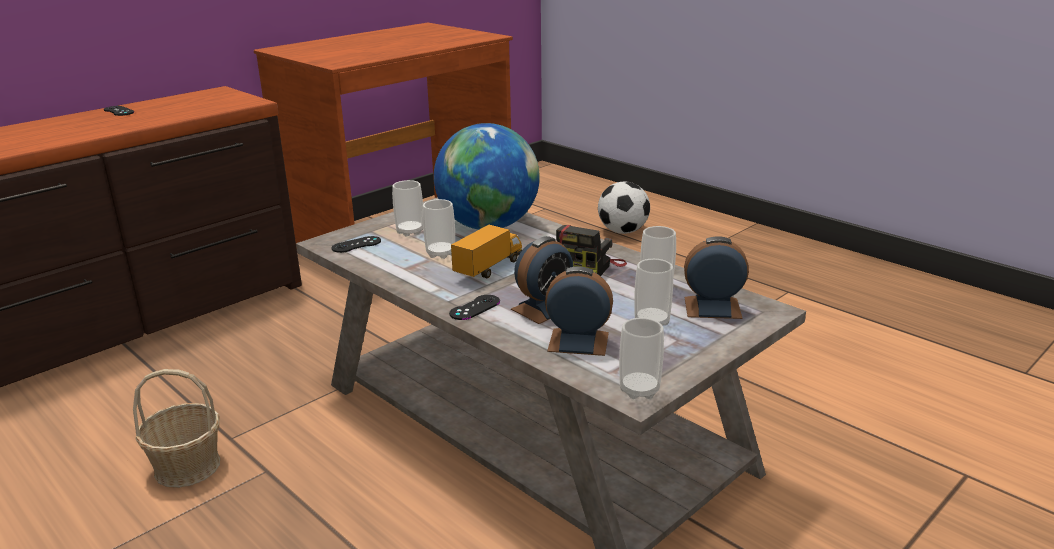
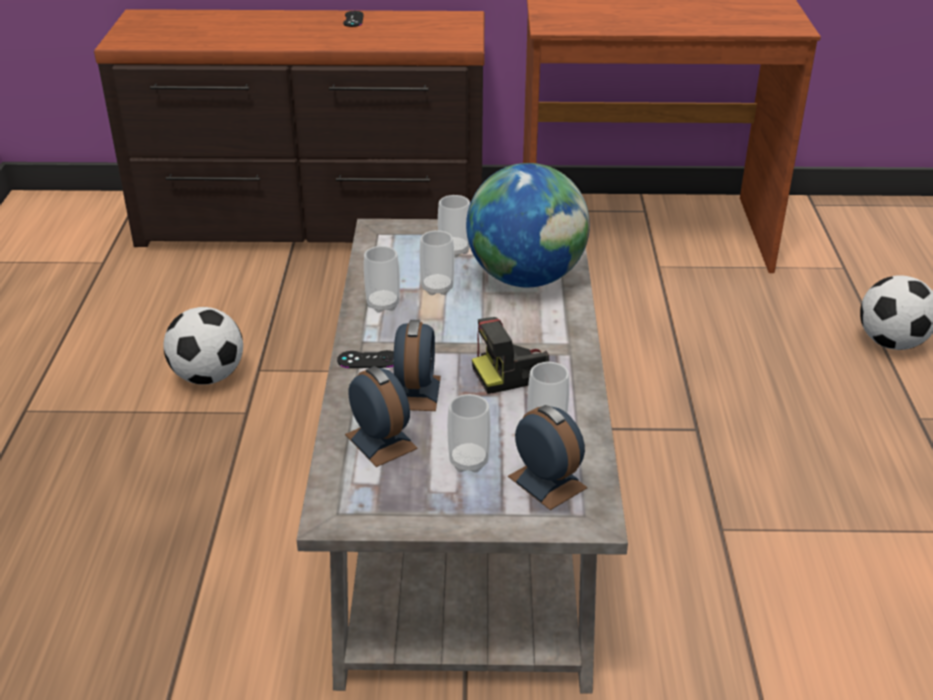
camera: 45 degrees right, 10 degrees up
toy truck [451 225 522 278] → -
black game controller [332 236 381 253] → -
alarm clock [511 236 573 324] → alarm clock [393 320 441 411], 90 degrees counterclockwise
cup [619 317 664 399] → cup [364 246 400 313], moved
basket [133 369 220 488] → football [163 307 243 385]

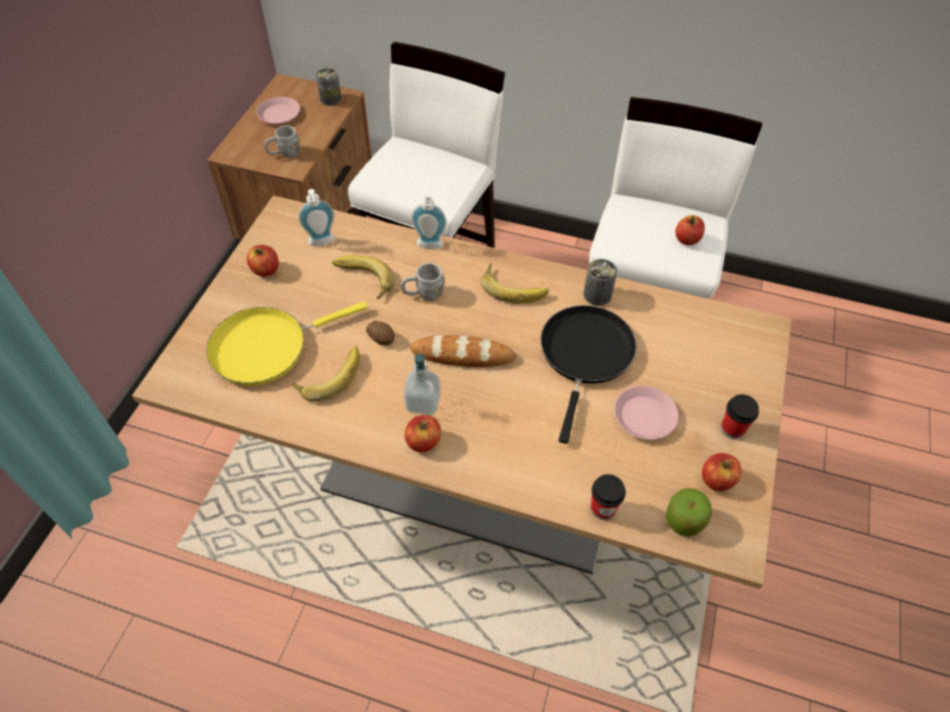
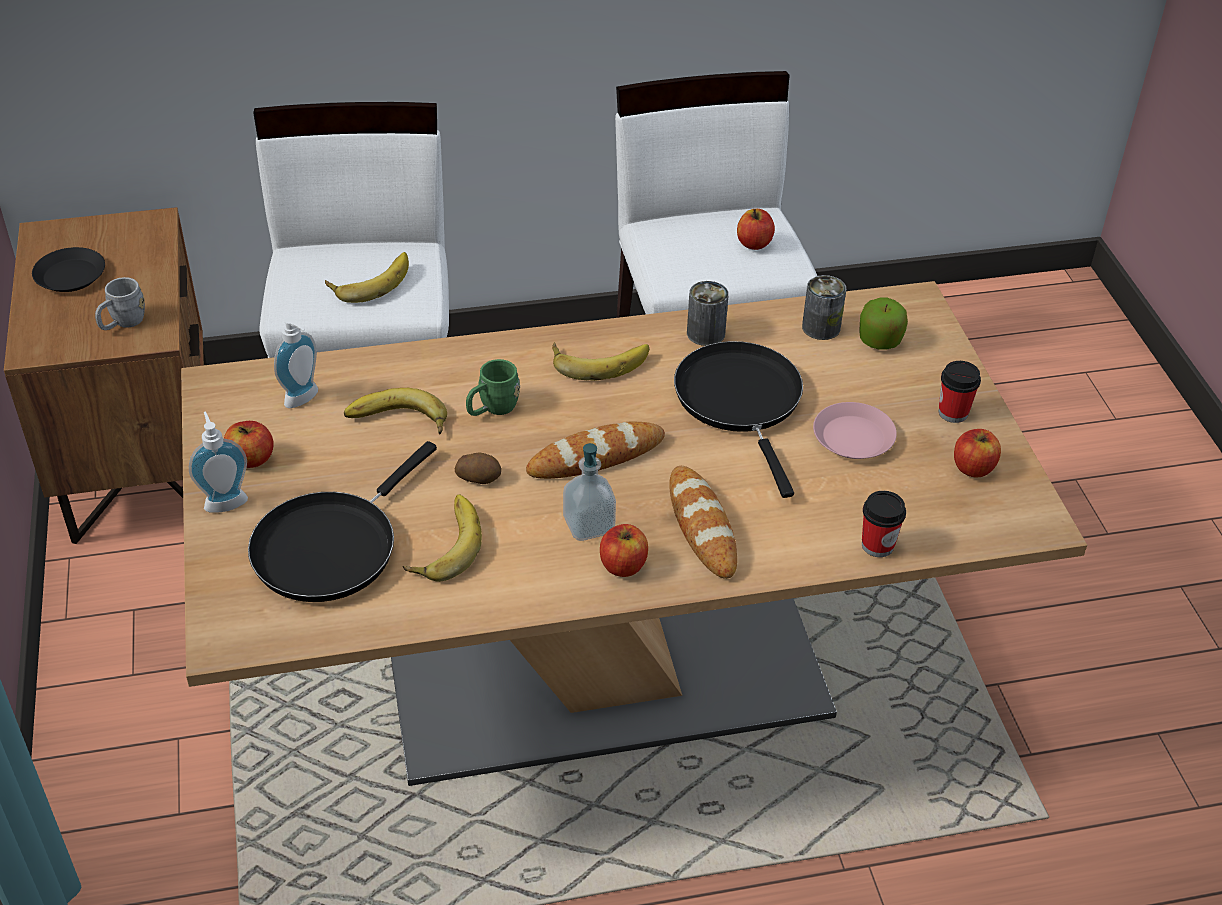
camera: 30 degrees left, 10 degrees down
can [316 68 342 106] → can [802 275 846 340], moved
pink plate [256 97 300 125] → black plate [32 247 105 292]
soap dispenser [411 186 447 249] → soap dispenser [189 412 248 513], moved
grey mug [401 263 445 301] → green mug [466 359 520 416]
yellow frying pan [206 301 368 386] → black frying pan [248 441 437 602]
apple [666 488 712 537] → apple [860 297 908 350], moved
- → banana [325 252 409 303]
- → bread [669 466 737 579]

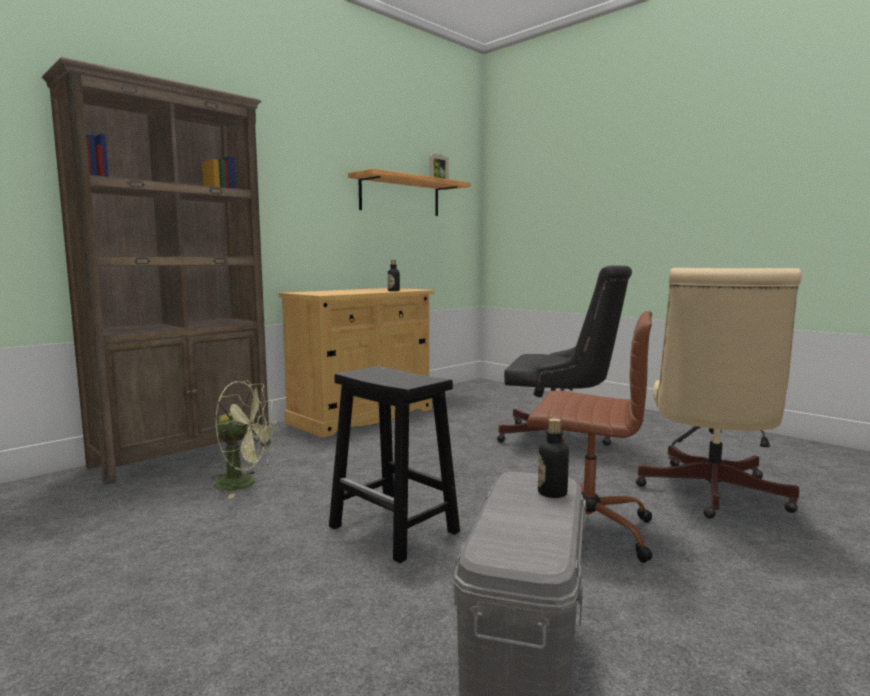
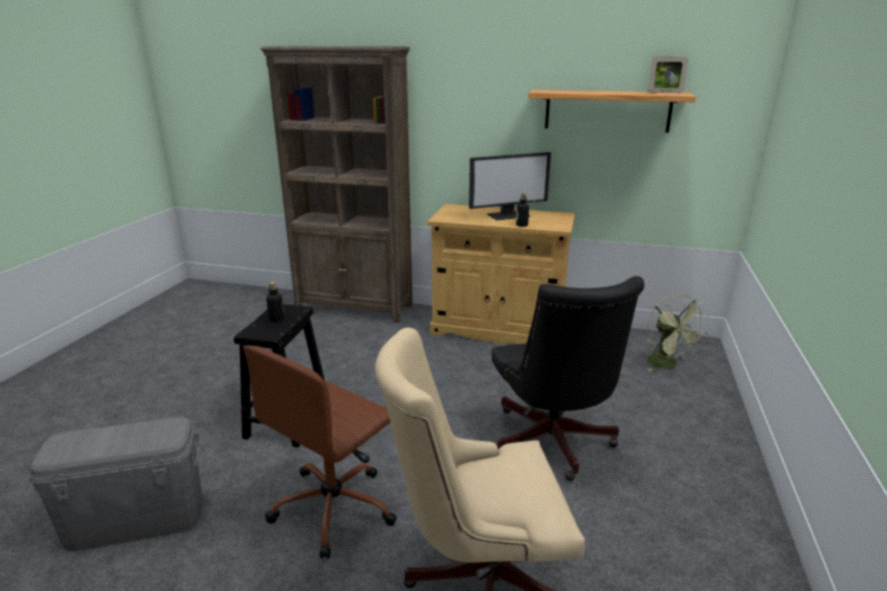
camera: 60 degrees right, 15 degrees up
brown office chair [527 311 652 563] → brown office chair [243 346 397 559], 45 degrees clockwise
green fan [211 380 280 498] → green fan [647 294 709 371], moved
bottle [538 418 569 498] → bottle [266 282 284 322], moved
- → monitor [469 152 551 220]

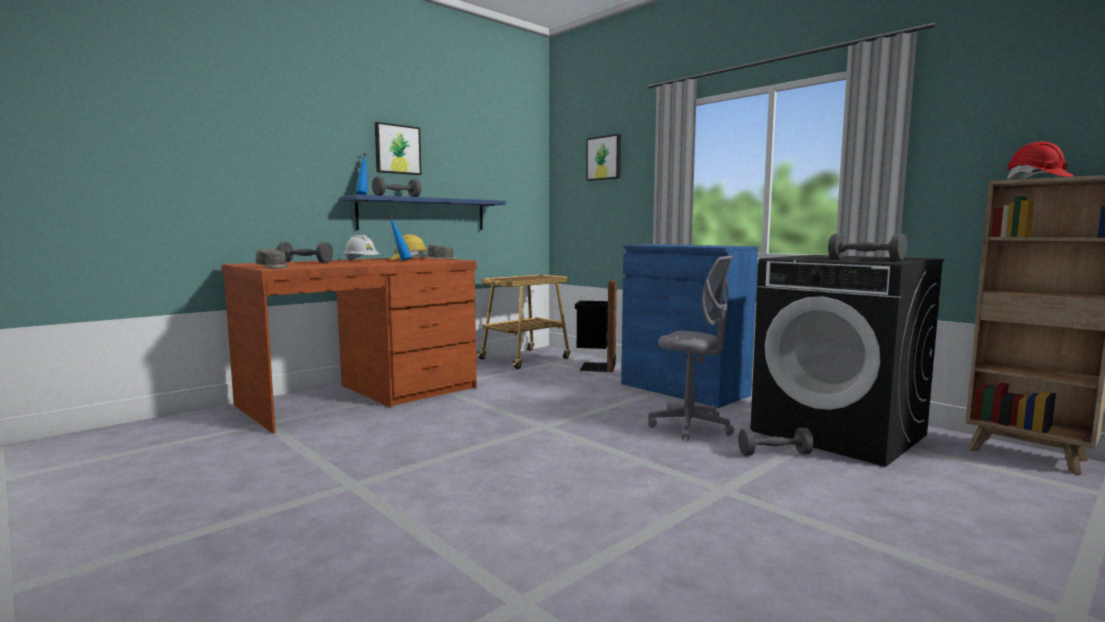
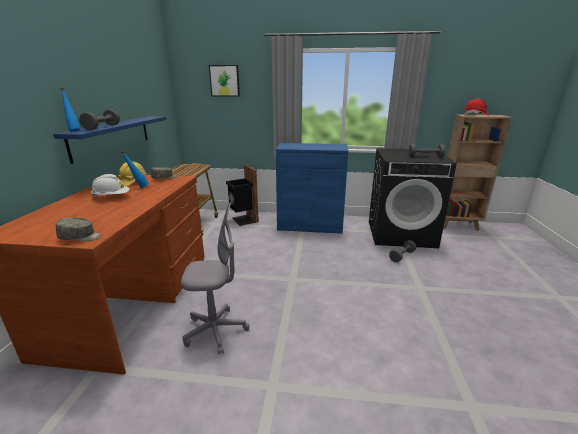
camera: 40 degrees left, 15 degrees up
picture [375 122 421 175] → -
grey dumbbell [276 242 333 263] → -
grey office chair [648 256 734 441] → grey office chair [181 202 249 355], moved

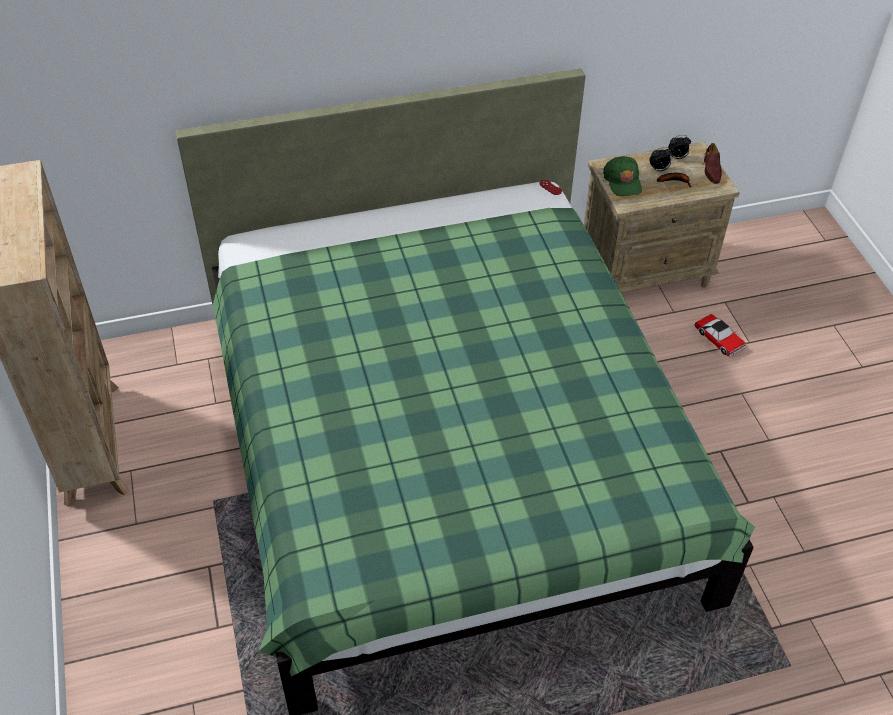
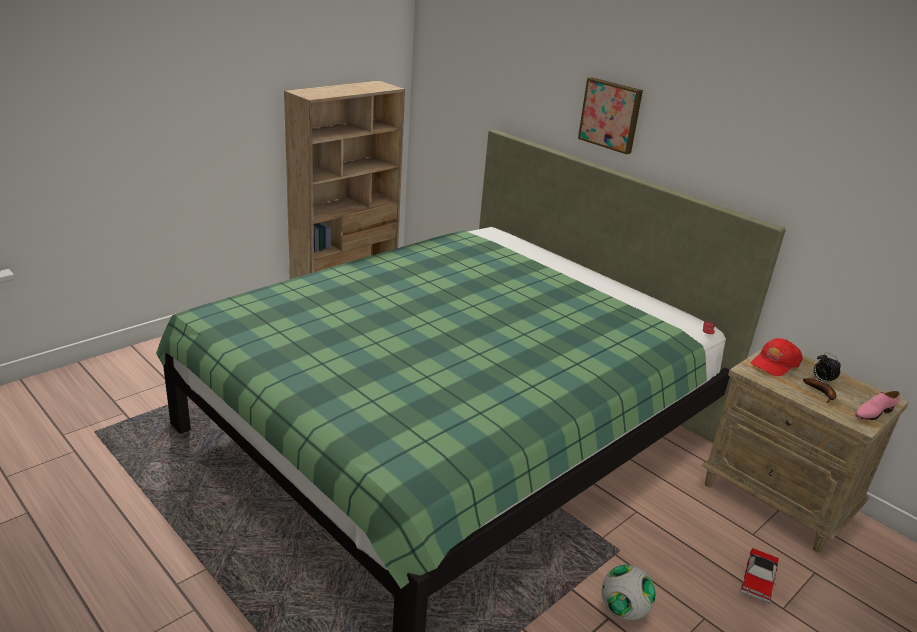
camera: 60 degrees right, 20 degrees down
alarm clock [668 135 691 159] → -
brown shoe [704 143 722 184] → pink shoe [855 391 900 420]
green cap [603 156 642 196] → red cap [751 338 803 376]
- → picture [578 77 643 154]
- → football [602 565 656 621]

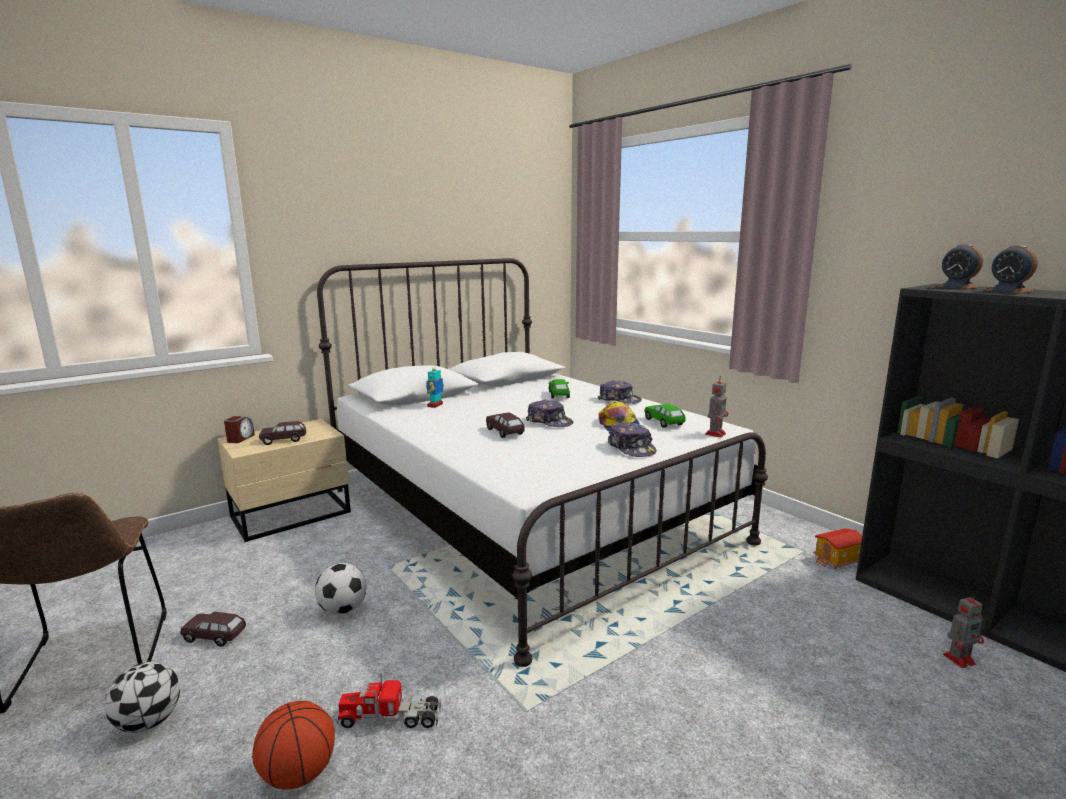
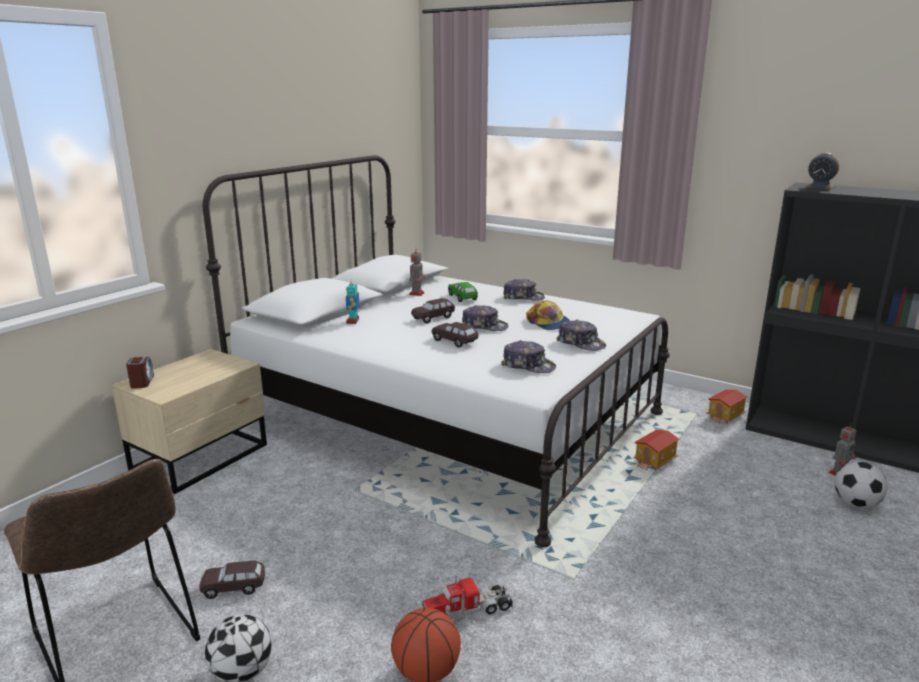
camera: 20 degrees left, 5 degrees up
alarm clock [985 245 1038 293] → -
toy robot [705 376 729 438] → toy robot [409 248 425 296], moved
green toy car [644 404 685 428] → -
brown toy car [259 421 306 445] → brown toy car [411 298 455 324], moved
football [315 563 367 615] → football [835 461 887 508], moved
- → cap [501 340 556 373]
- → toy house [633 430 679 471]

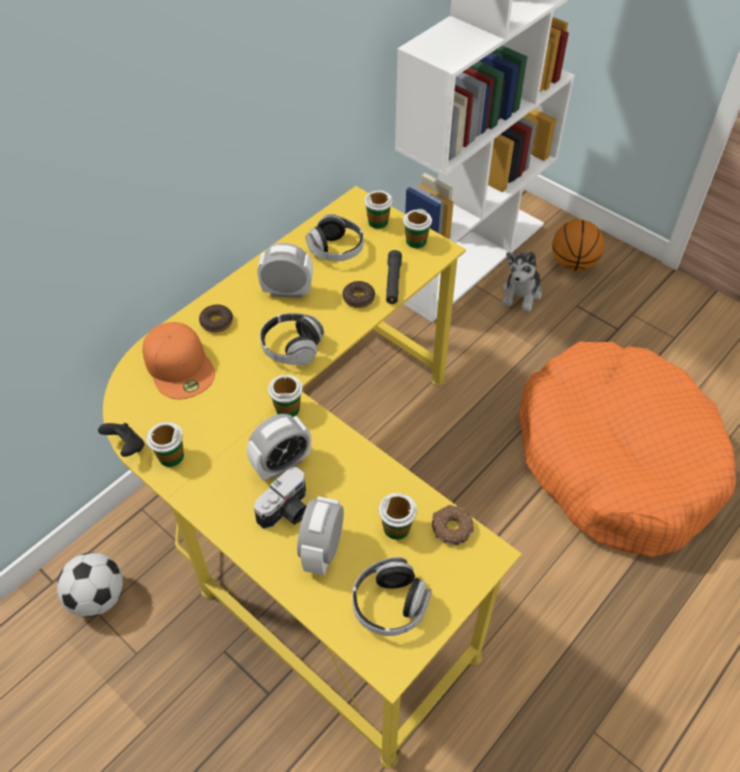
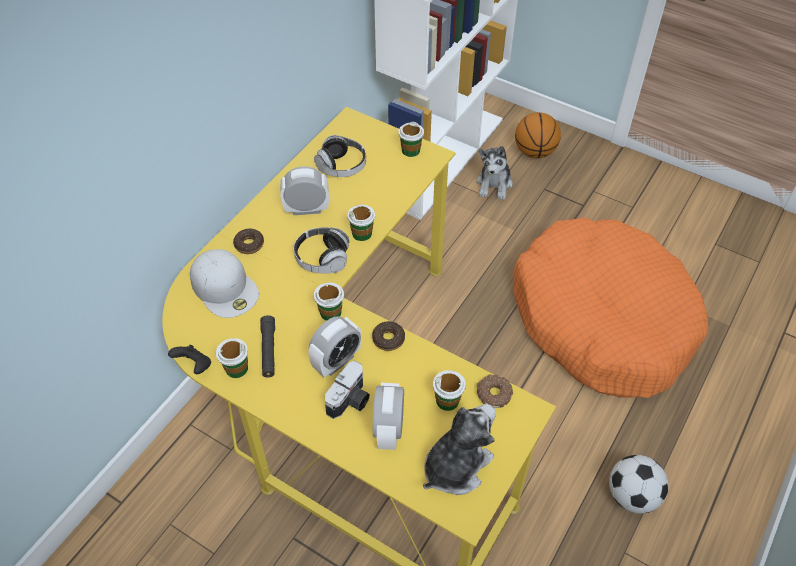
camera: 10 degrees left, 0 degrees up
cup [364 190 393 229] → cup [347 205 375 241], moved
black flashlight [386 250 402 304] → black flashlight [260 315 275 378], moved
donut [342 281 375 308] → donut [372 321 405 351], moved
orange cap [142 322 215 399] → white cap [190 249 259 318]
football [57 553 123 617] → football [609 455 669 514], moved
headphones [352 557 432 636] → plush toy [423 404 496 495]

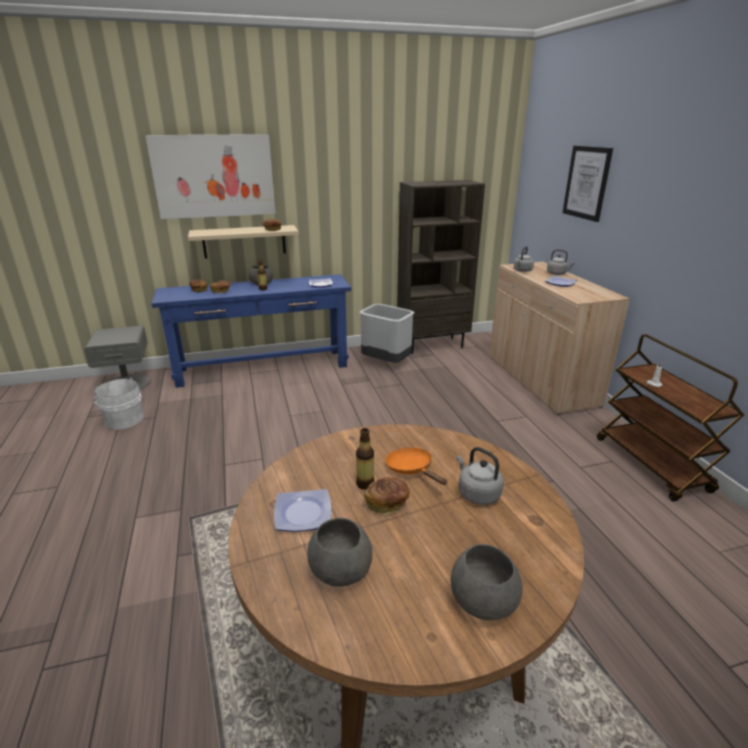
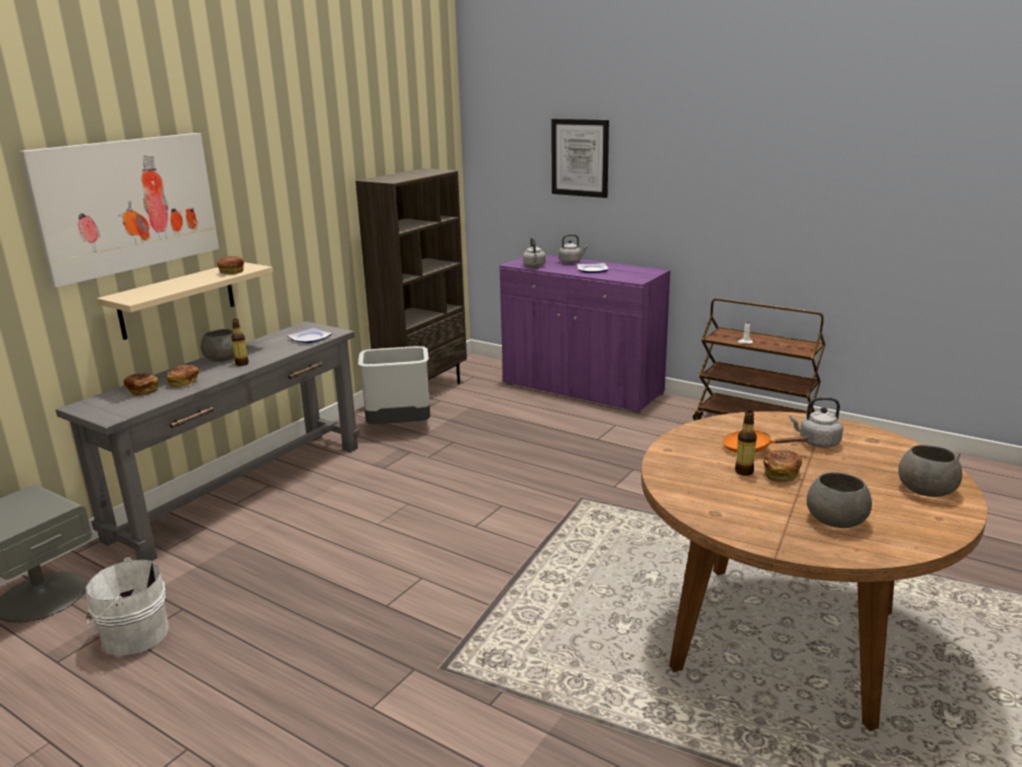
camera: 40 degrees left, 5 degrees down
beige cabinet [489 262 630 415] → purple cabinet [499 255 671 414]
blue console table [151 274 351 388] → grey console table [56 321 360 561]
plate [274 489 332 532] → -

